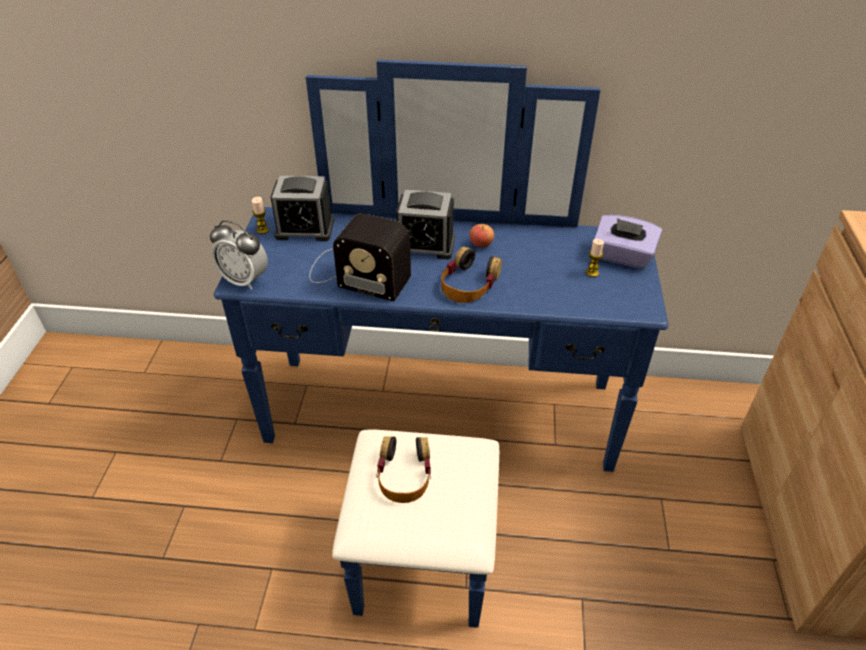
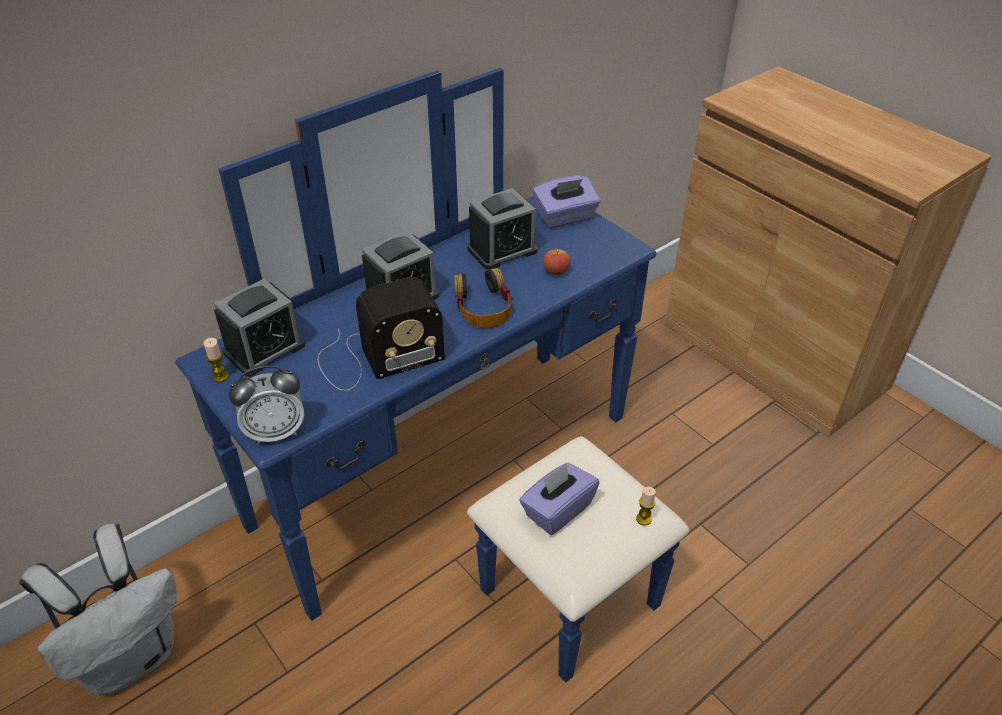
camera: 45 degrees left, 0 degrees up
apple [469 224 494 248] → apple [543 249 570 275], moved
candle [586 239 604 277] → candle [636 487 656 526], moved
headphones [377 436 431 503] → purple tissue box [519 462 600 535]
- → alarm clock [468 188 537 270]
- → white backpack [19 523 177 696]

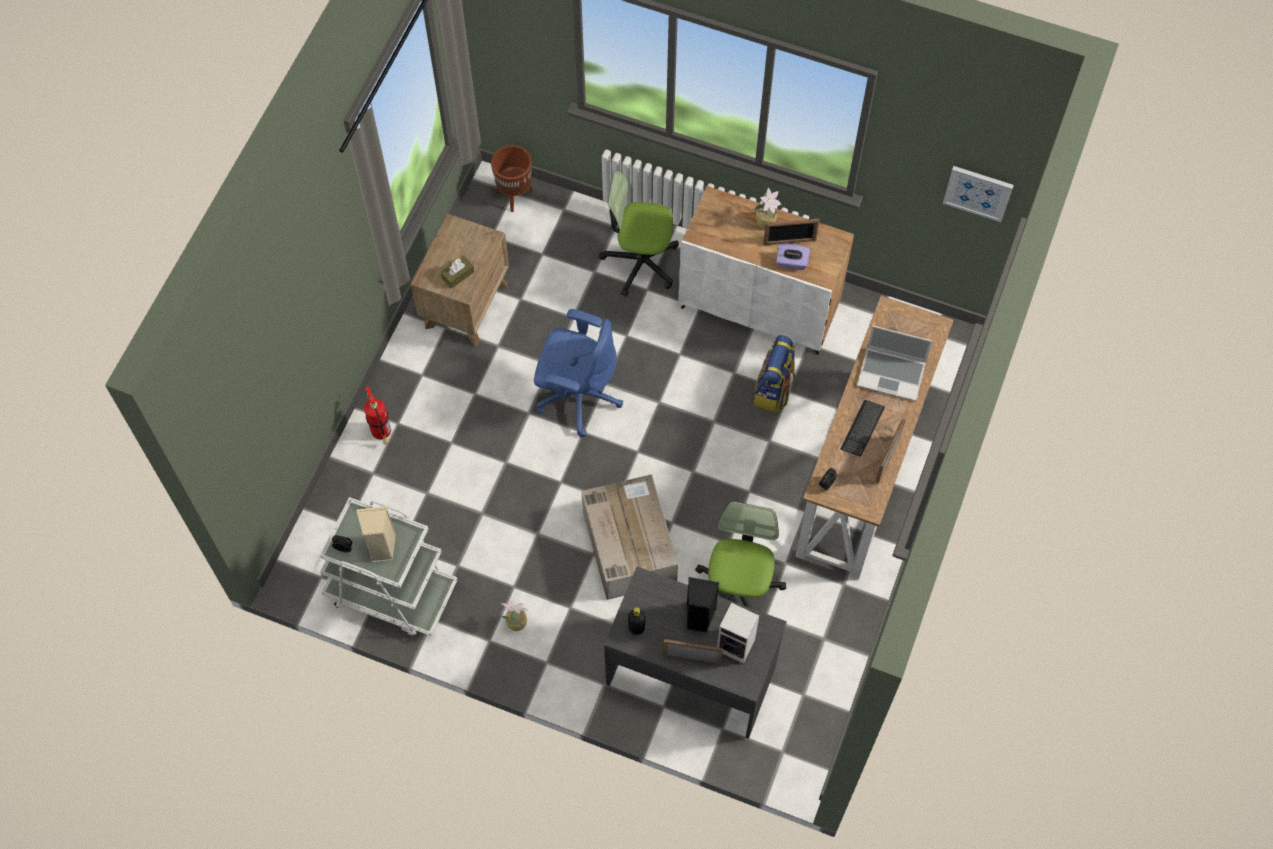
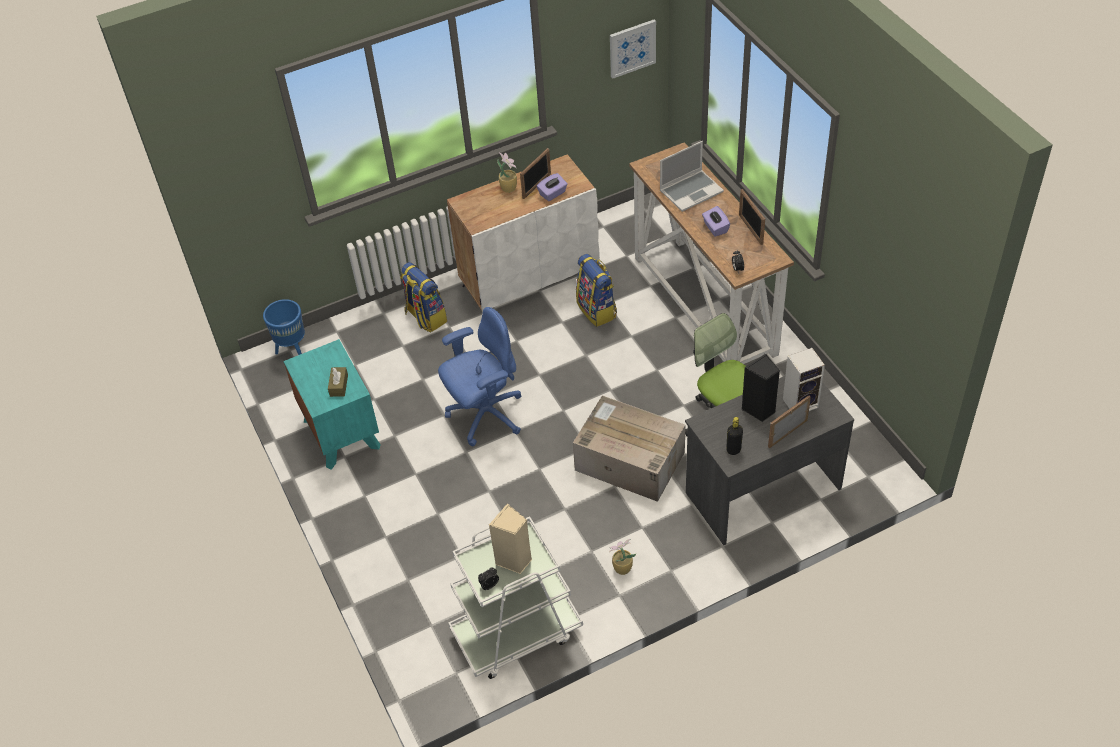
camera: 45 degrees left, 15 degrees down
brown planter [491 145 533 212] → blue planter [263 299 305 355]
office chair [599 171 679 296] → backpack [400 262 447 332]
brown nightstand [411 213 509 346] → turquoise nightstand [283 339 381 470]
fire extinguisher [364 386 391 445] → -
keyboard [840 400 885 457] → purple tissue box [702 206 730 237]

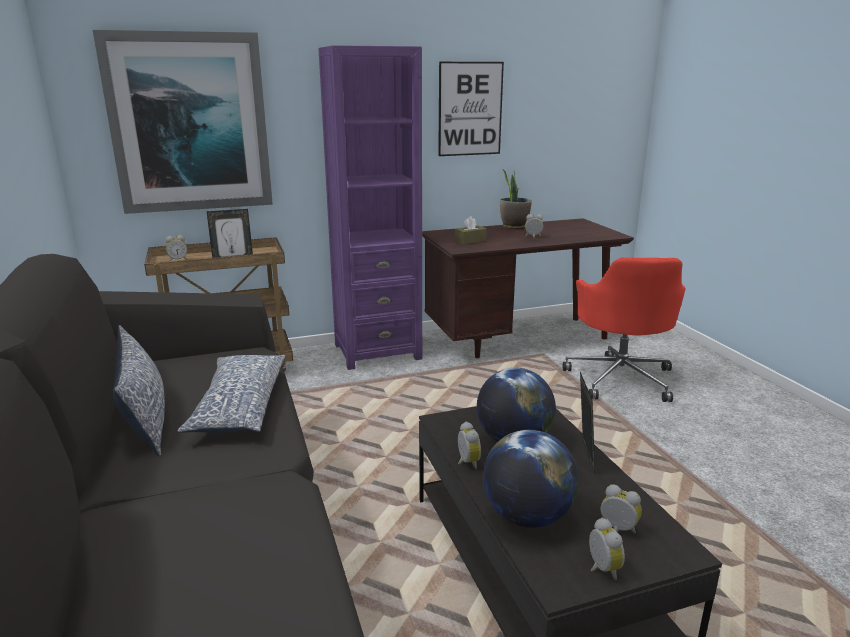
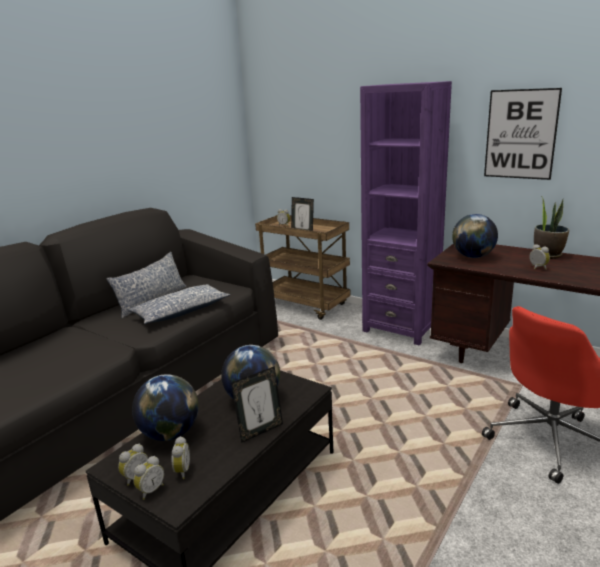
camera: 55 degrees right, 0 degrees up
picture [93 30 273 214] → -
brown tissue box [455 216 487 244] → globe [452 214 498 258]
alarm clock [458 422 481 469] → alarm clock [133 456 164 500], moved

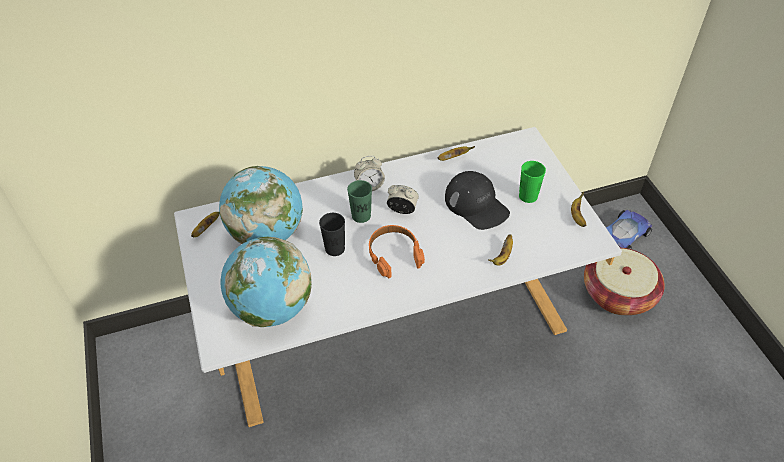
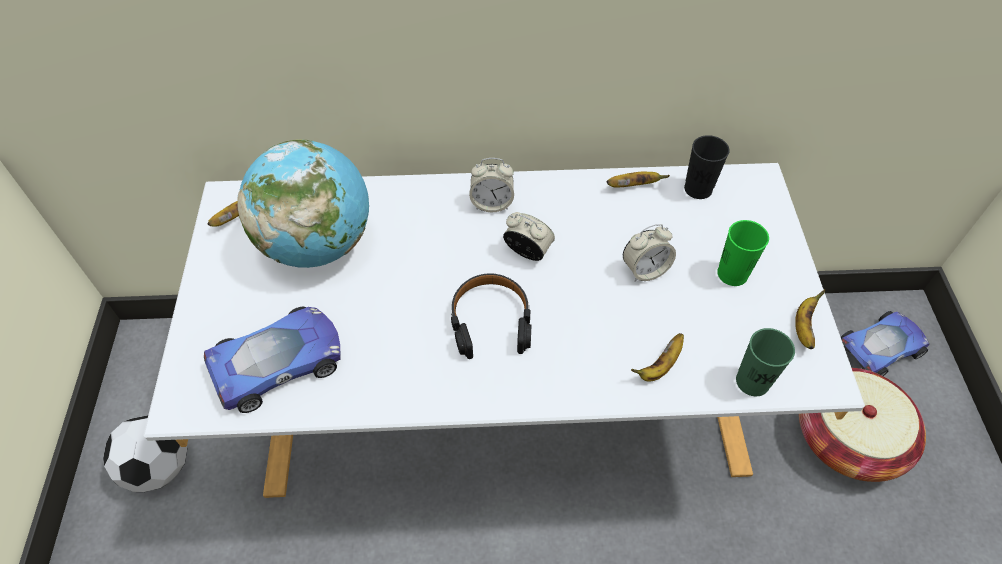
camera: 15 degrees right, 5 degrees up
black cap [445 171 510 230] → alarm clock [623 224 676 281]
green cup [347 180 372 223] → green cup [736 328 795 396], moved
black cup [319 213 345 256] → black cup [684 135 730 199], moved
orange headphones [369 225 425 278] → black headphones [451 273 532 359]
globe [221 237 312 327] → toy car [204 307 340 413]
- → football [103 415 187 492]

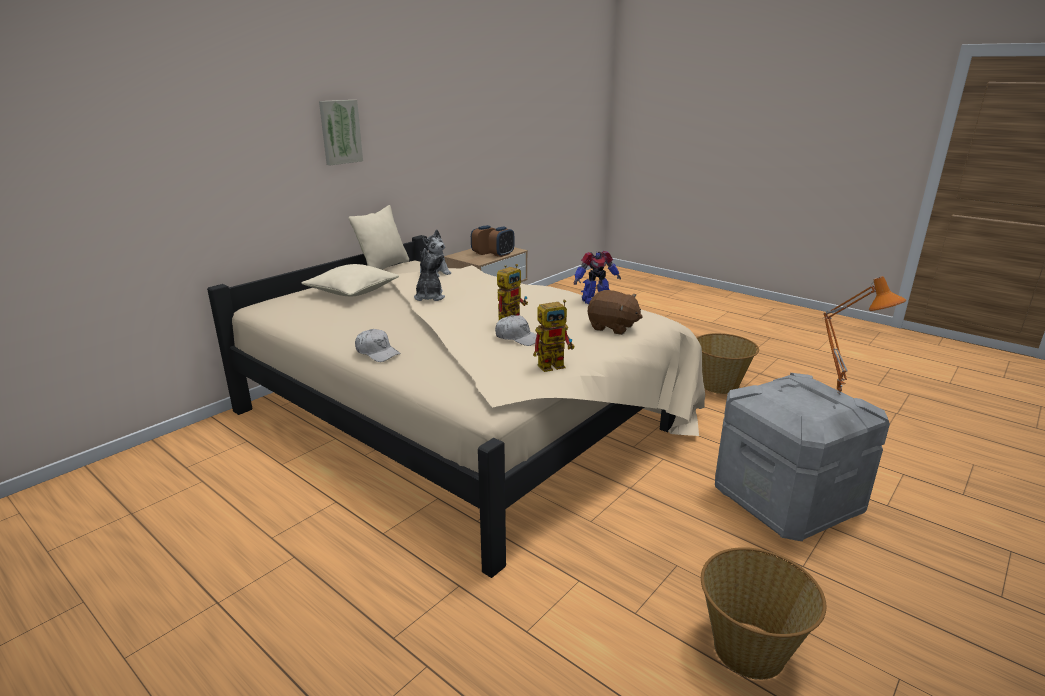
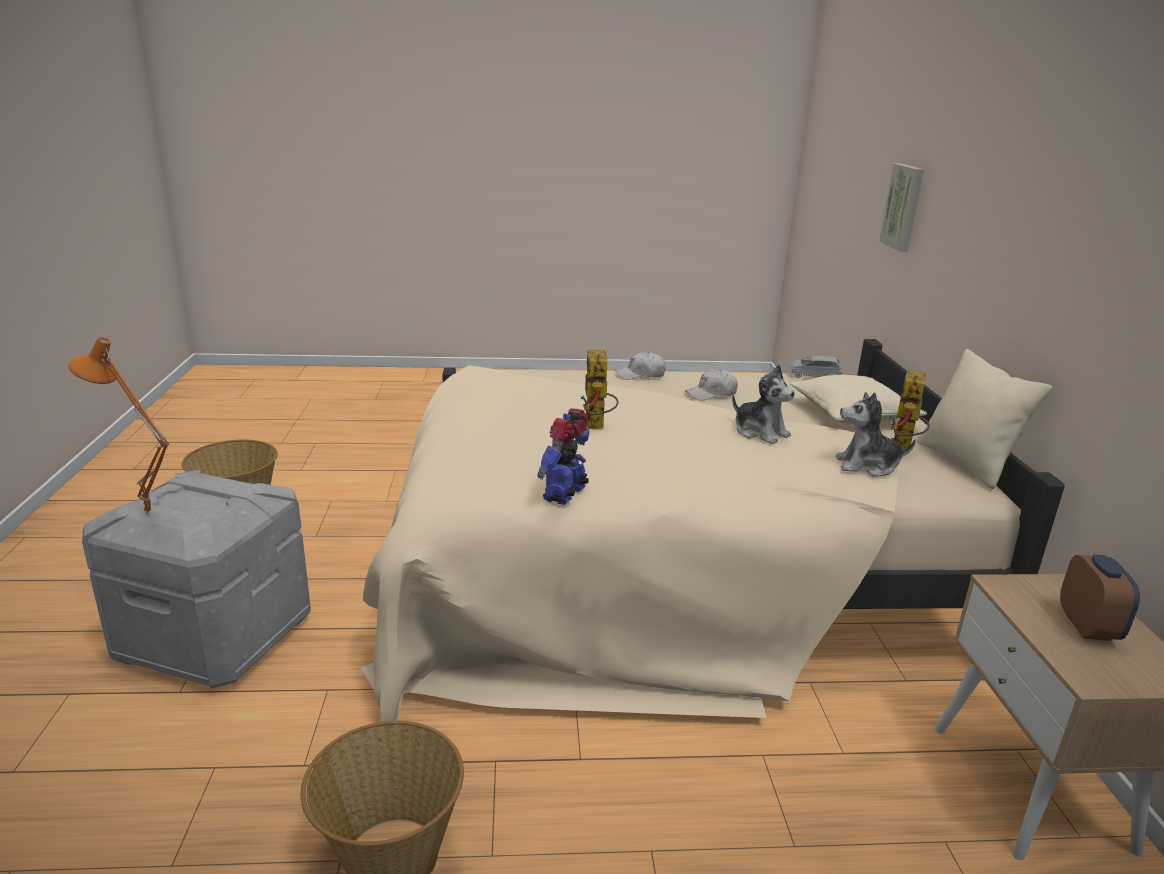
camera: 135 degrees right, 0 degrees up
picture [319 100 363 165] → picture [879 163 924 252], moved
alarm clock [489 226 514 257] → -
brown plush toy [588 290 642 335] → -
toy robot [533 300 574 372] → toy robot [889 370 930 450], moved
white cap [495 315 537 346] → white cap [685 369 738 400], moved
- → grey toy car [790 356 842 378]

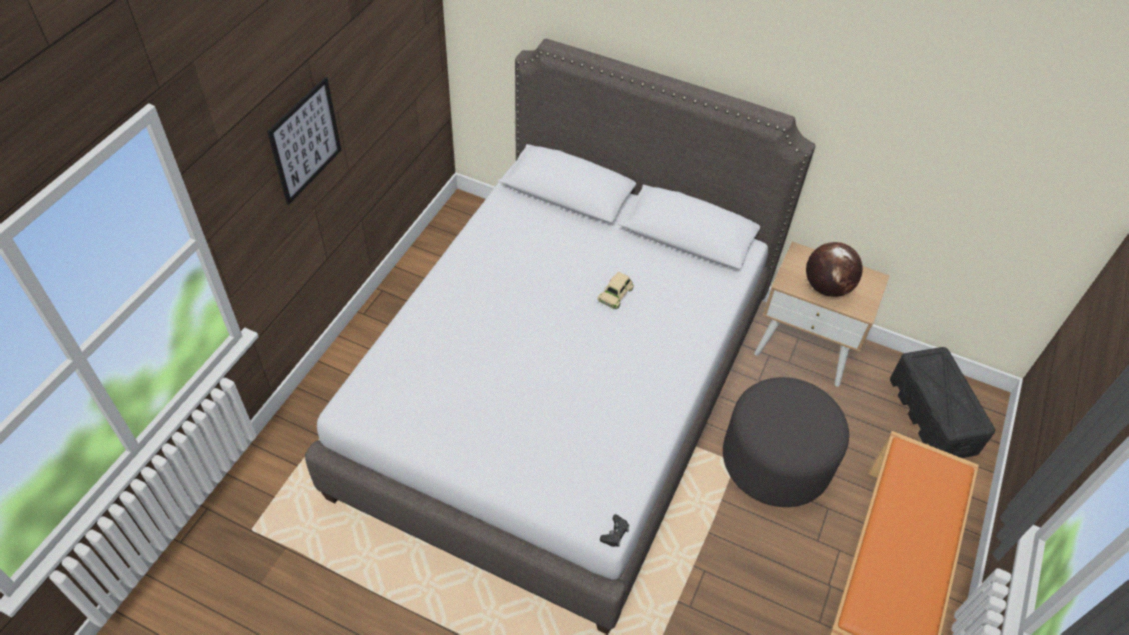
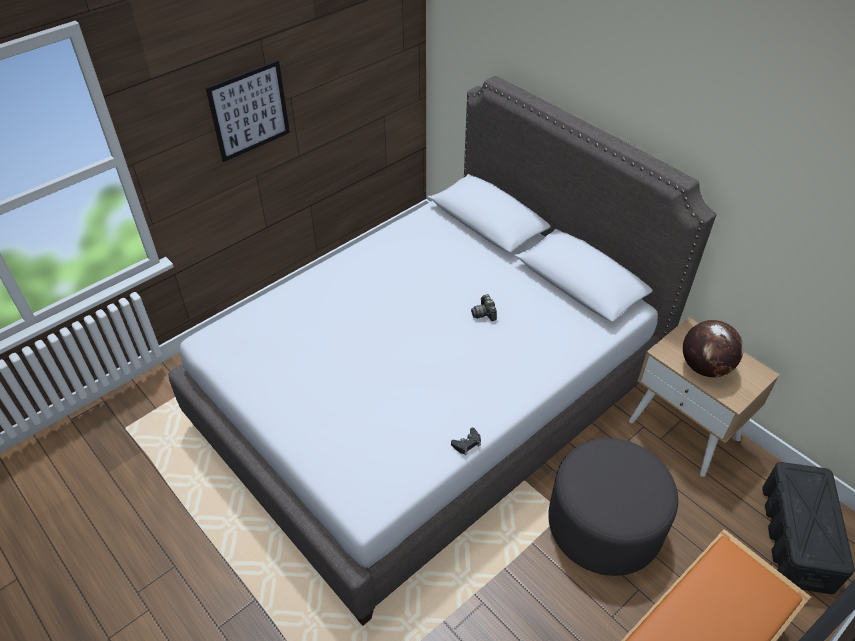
camera: 25 degrees right, 5 degrees down
beige toy car [597 271 634 309] → photo camera [471 294 497 321]
black game controller [600 514 629 547] → black game controller [451 428 481 455], moved

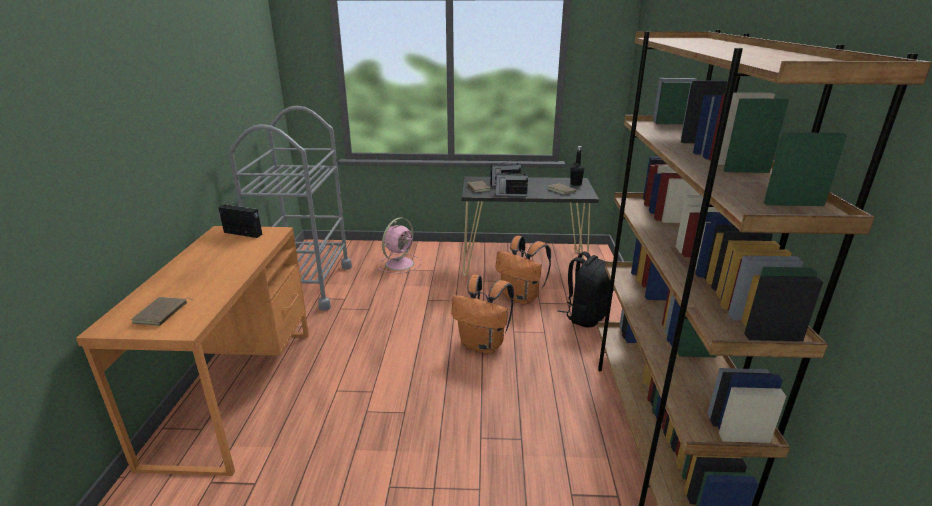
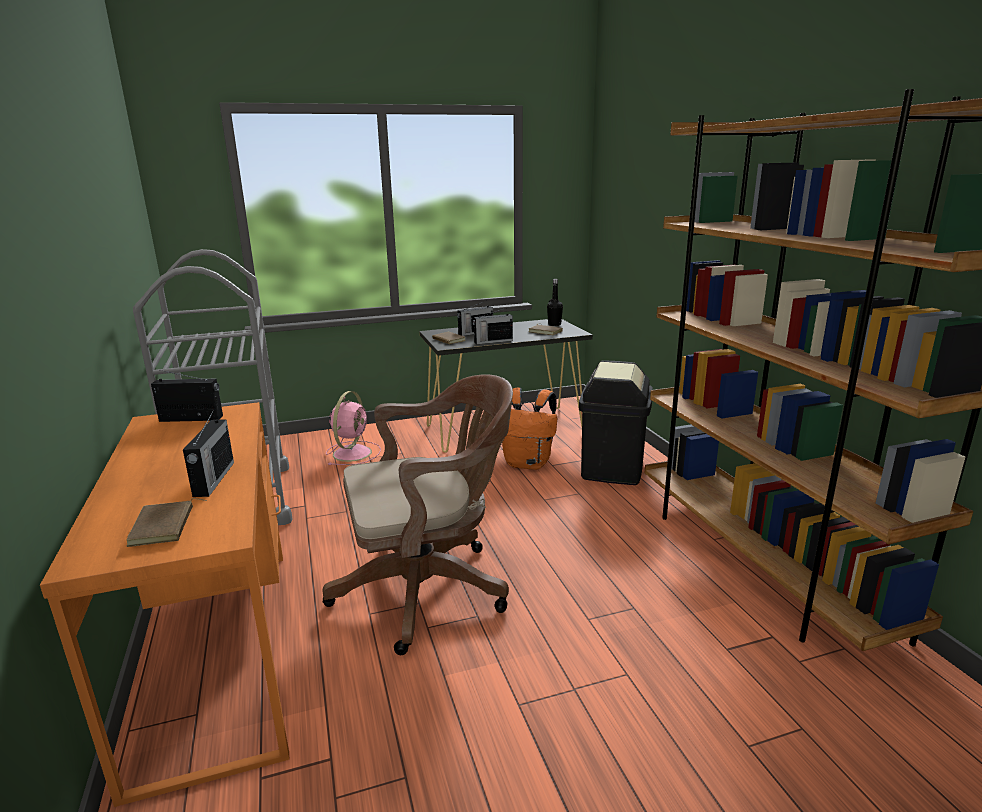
camera: 20 degrees left, 5 degrees down
black backpack [558 251 610 328] → black trash can [579 360 653 485]
orange backpack [452 275 514 354] → -
- → brown office chair [323 374 513 655]
- → radio [183 410 234 497]

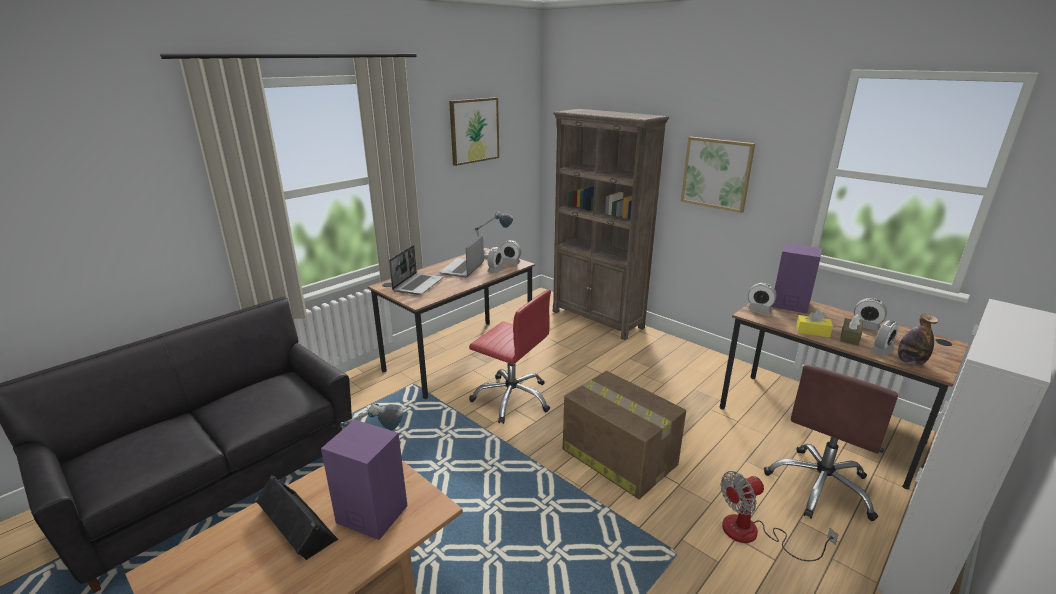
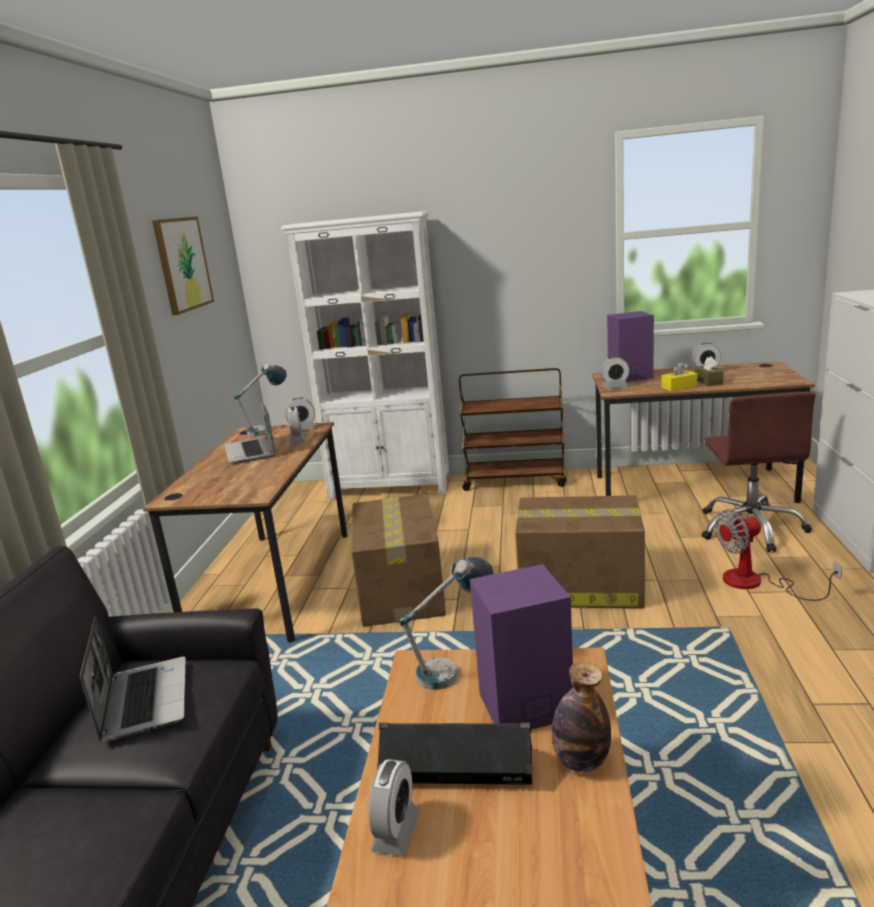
camera: 35 degrees left, 5 degrees down
brown bookcase [553 109 669 340] → white bookcase [281 211 450 499]
picture [681 137 755 213] → -
laptop [389 245 443 295] → laptop [80 617 186 742], moved
red office chair [469 290 551 424] → cardboard box [351 494 446 627]
bottle [898 314 939 366] → bottle [552 662 611 772], moved
alarm clock [870 320 899 357] → alarm clock [368 759 420 856], moved
fan [721 471 838 561] → fan [715 509 842 601], 45 degrees clockwise
- → brown cart [459 368 567 491]

